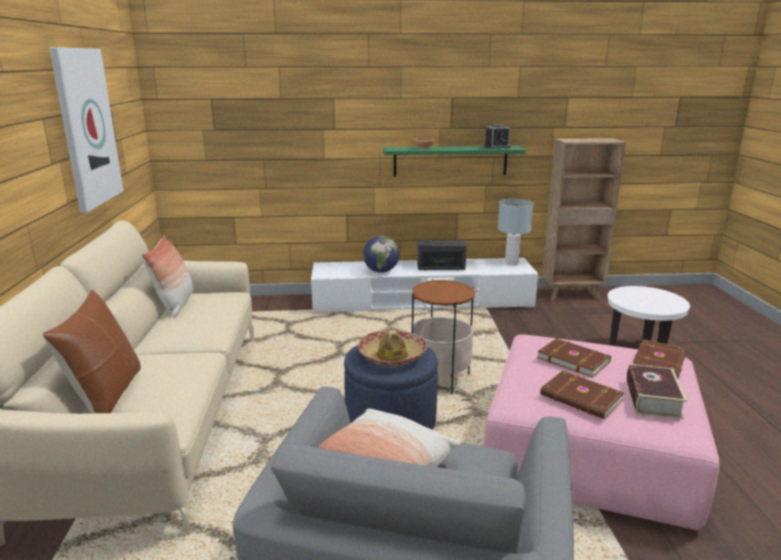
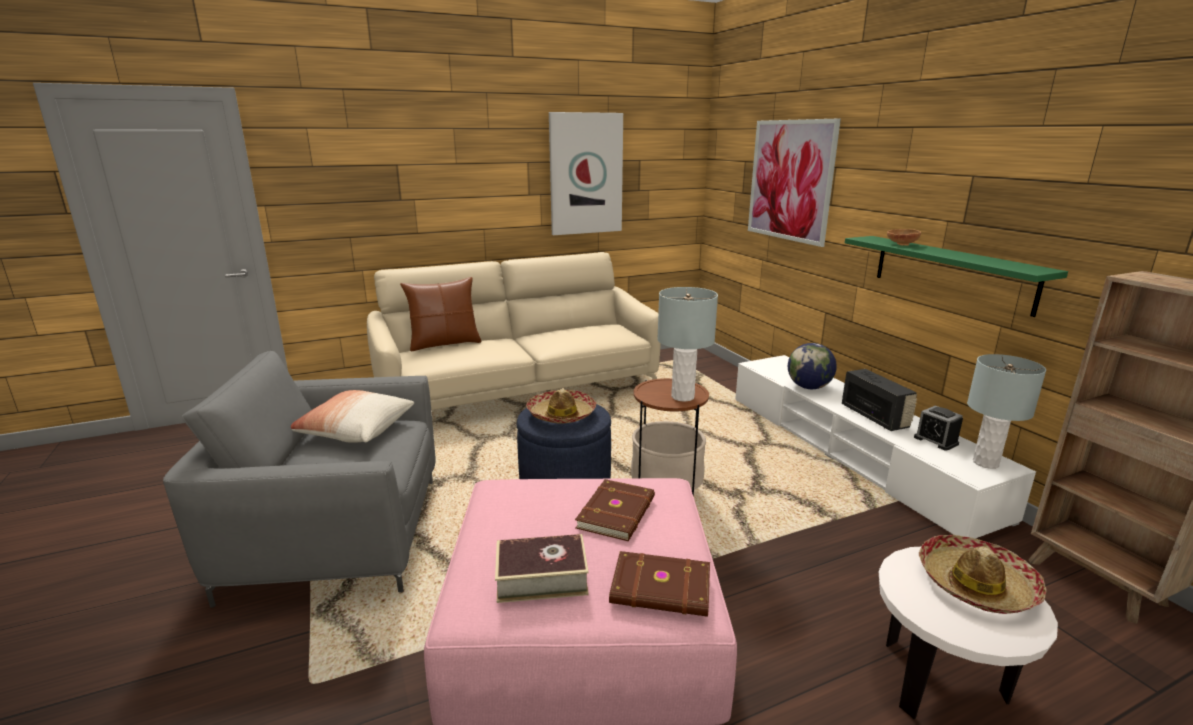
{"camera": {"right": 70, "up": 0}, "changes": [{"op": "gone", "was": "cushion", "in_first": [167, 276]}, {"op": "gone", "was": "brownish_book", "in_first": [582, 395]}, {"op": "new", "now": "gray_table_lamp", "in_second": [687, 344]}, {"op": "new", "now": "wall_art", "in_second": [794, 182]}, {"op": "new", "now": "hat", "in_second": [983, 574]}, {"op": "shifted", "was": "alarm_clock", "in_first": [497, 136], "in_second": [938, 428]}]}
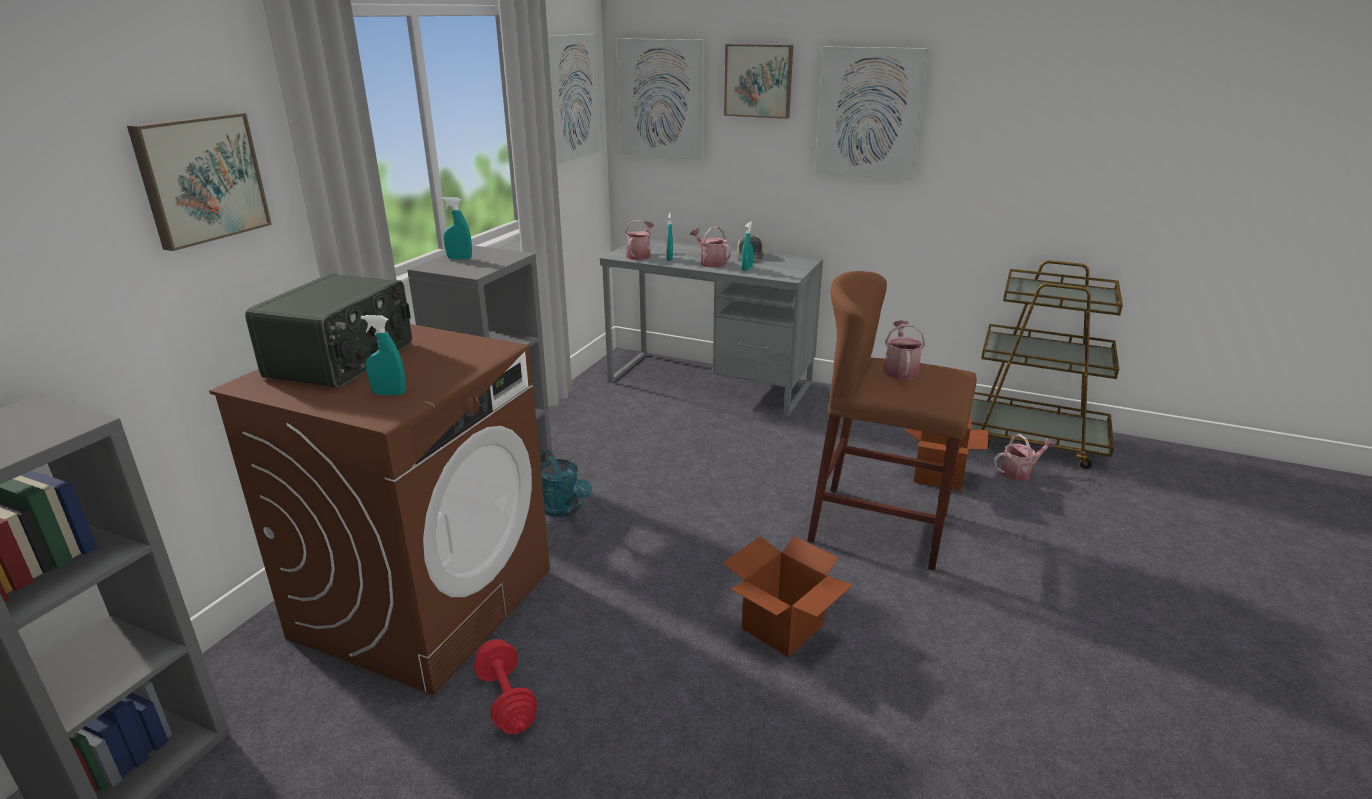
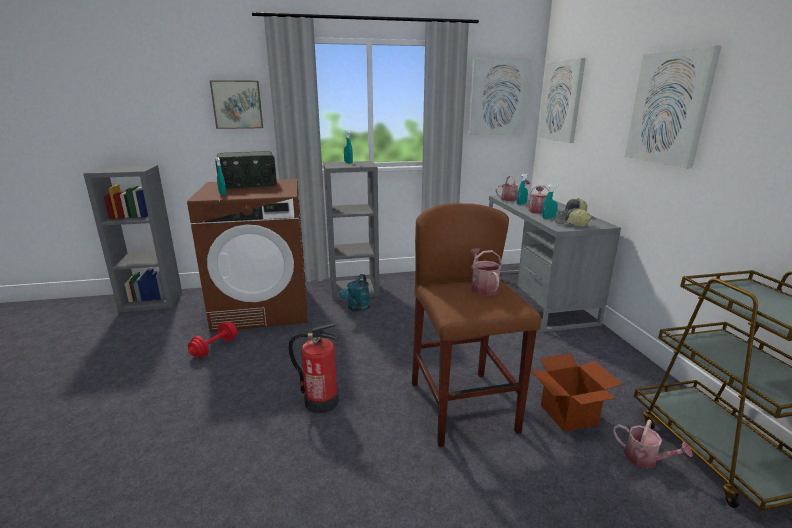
{"camera": {"right": 55, "up": -5}, "changes": [{"op": "gone", "was": "wall_art", "in_first": [758, 81]}, {"op": "new", "now": "baseball_cap", "in_second": [573, 217]}, {"op": "swapped", "was": "cardboard_box", "now": "fire_extinguisher", "in_first": [788, 596], "in_second": [314, 368]}, {"op": "rotated", "was": "watering_can", "in_first": [904, 350], "in_second": [486, 272], "clockwise": -75}]}
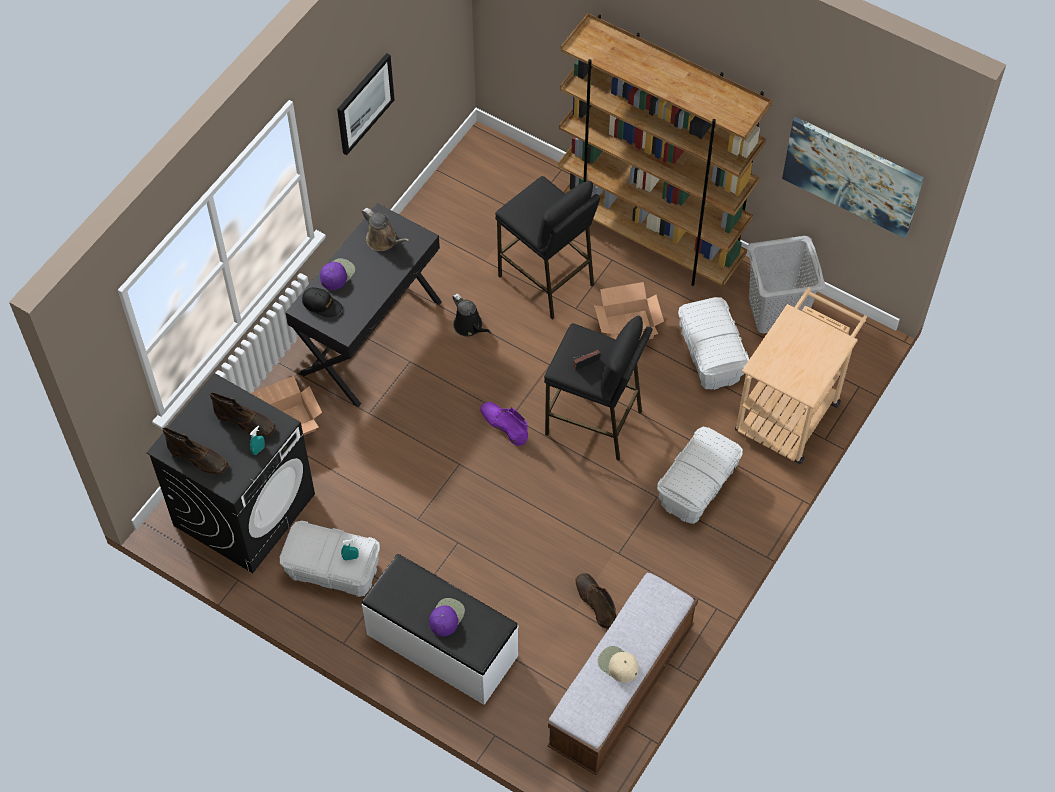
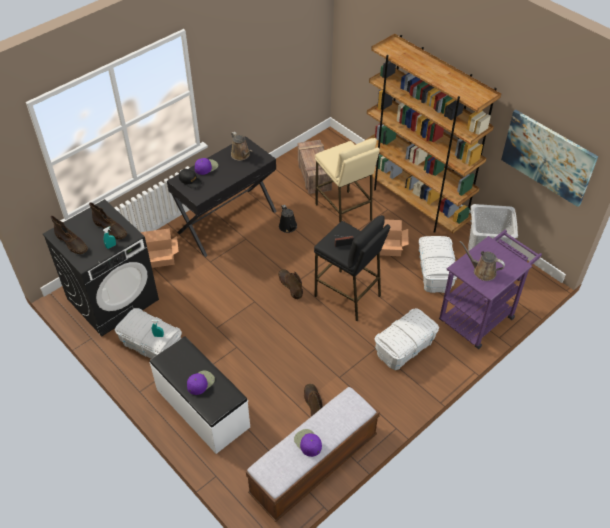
{"camera": {"right": 15, "up": -10}, "changes": [{"op": "gone", "was": "wall_art", "in_first": [366, 104]}, {"op": "new", "now": "packing_crate", "in_second": [315, 167]}, {"op": "new", "now": "brownish_watering_can", "in_second": [482, 261]}, {"op": "repainted", "was": "purplish_boot", "now": "brownish_boot", "in_first": [504, 424], "in_second": [290, 284]}, {"op": "repainted", "was": "blackish_stool_seat", "now": "sand-coloured_stool_seat", "in_first": [547, 248], "in_second": [347, 180]}, {"op": "repainted", "was": "sand-coloured_baseball_cap", "now": "purplish_baseball_cap", "in_first": [618, 664], "in_second": [308, 443]}, {"op": "repainted", "was": "sand-coloured_trolley", "now": "purplish_trolley", "in_first": [801, 375], "in_second": [490, 289]}]}
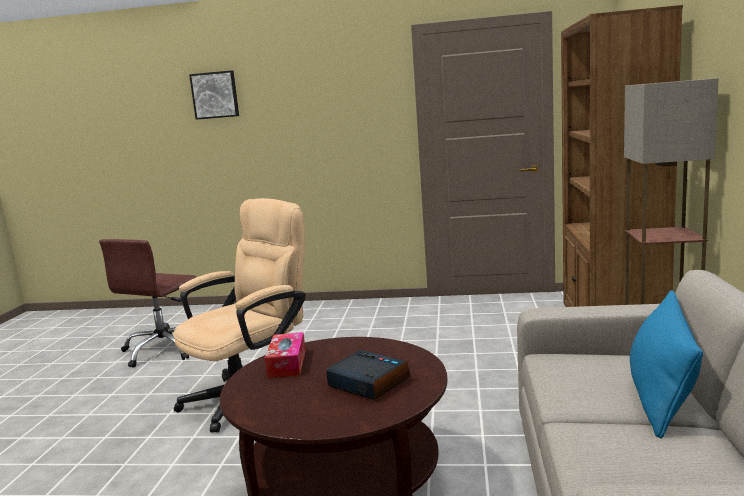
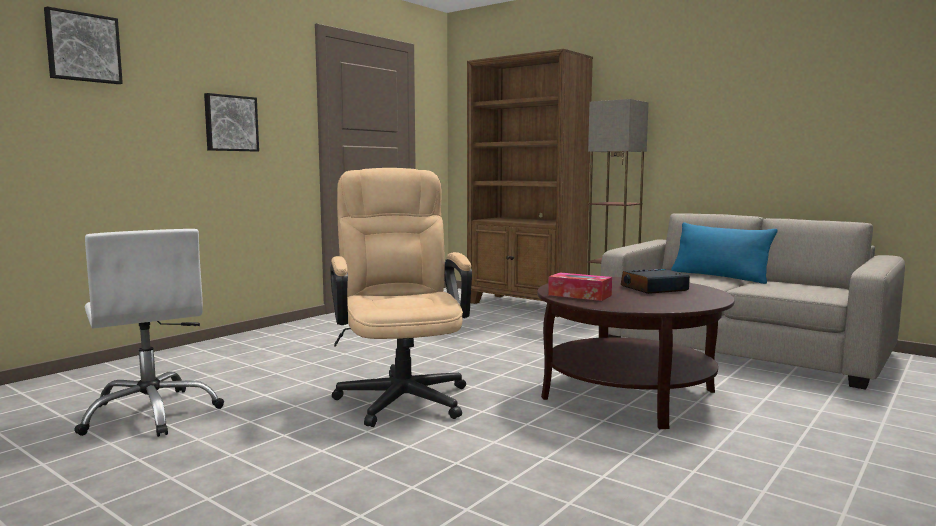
{"camera": {"right": -60, "up": -5}, "changes": [{"op": "new", "now": "wall_art", "in_second": [231, 122]}, {"op": "repainted", "was": "brownish_computer_chair", "now": "white-coloured_computer_chair", "in_first": [147, 303], "in_second": [149, 333]}]}
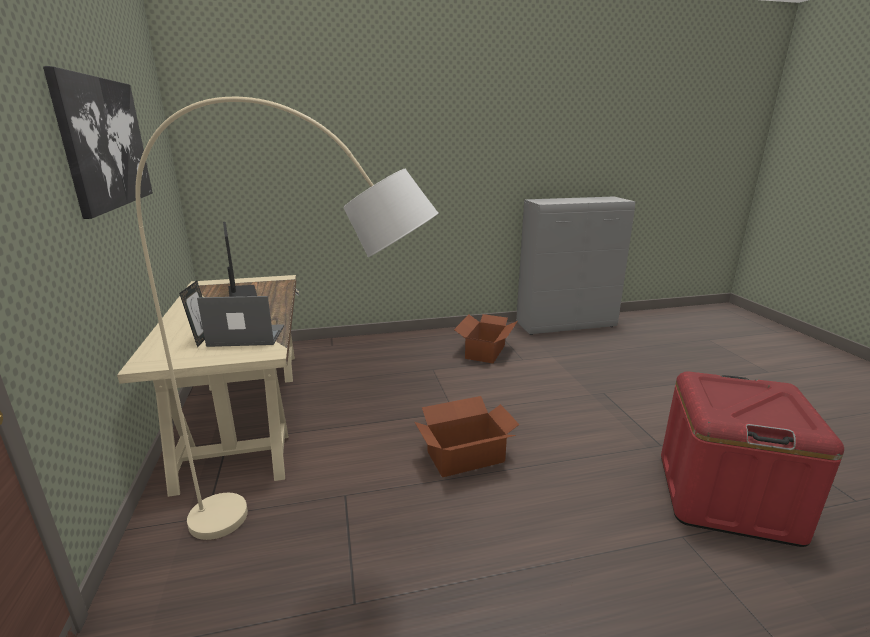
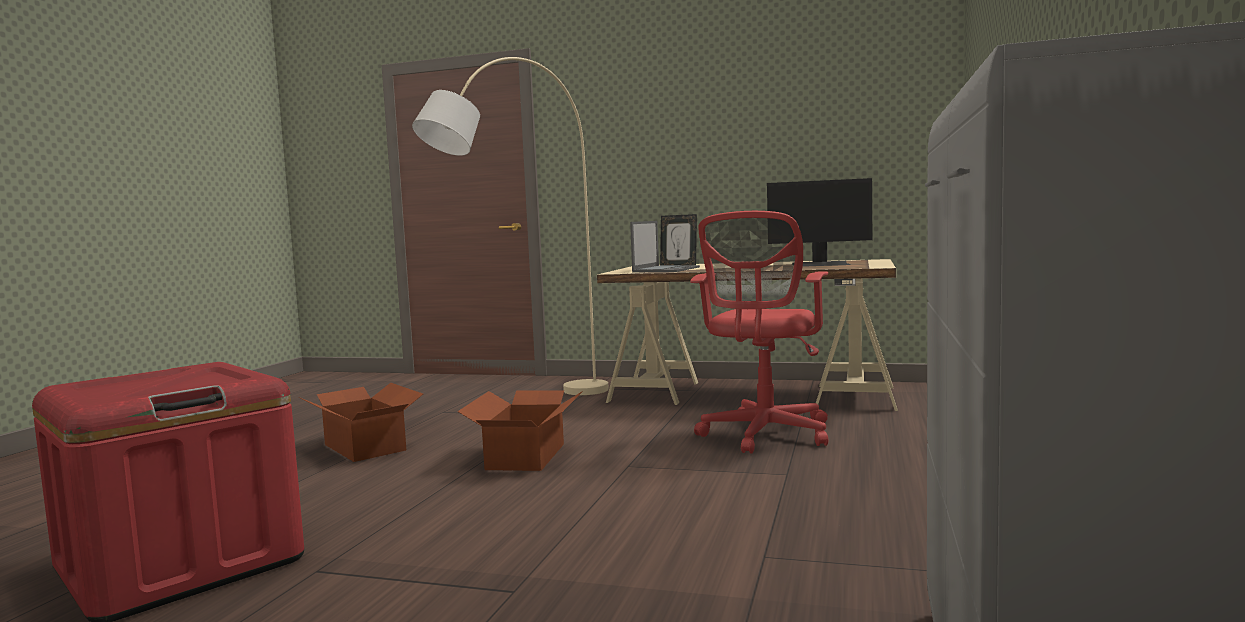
{"camera": {"right": 120, "up": -15}, "changes": [{"op": "gone", "was": "wall_art", "in_first": [98, 142]}, {"op": "new", "now": "red-coloured_computer_chair", "in_second": [759, 332]}, {"op": "shifted", "was": "cardboard_box", "in_first": [486, 339], "in_second": [361, 422]}]}
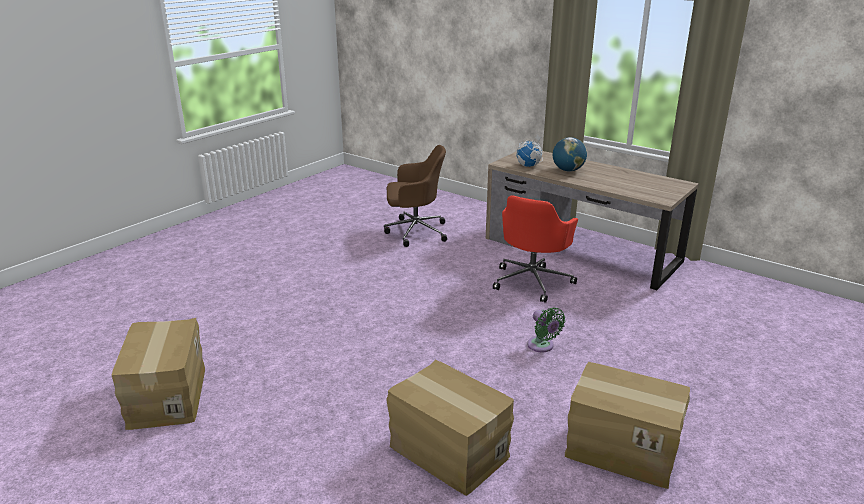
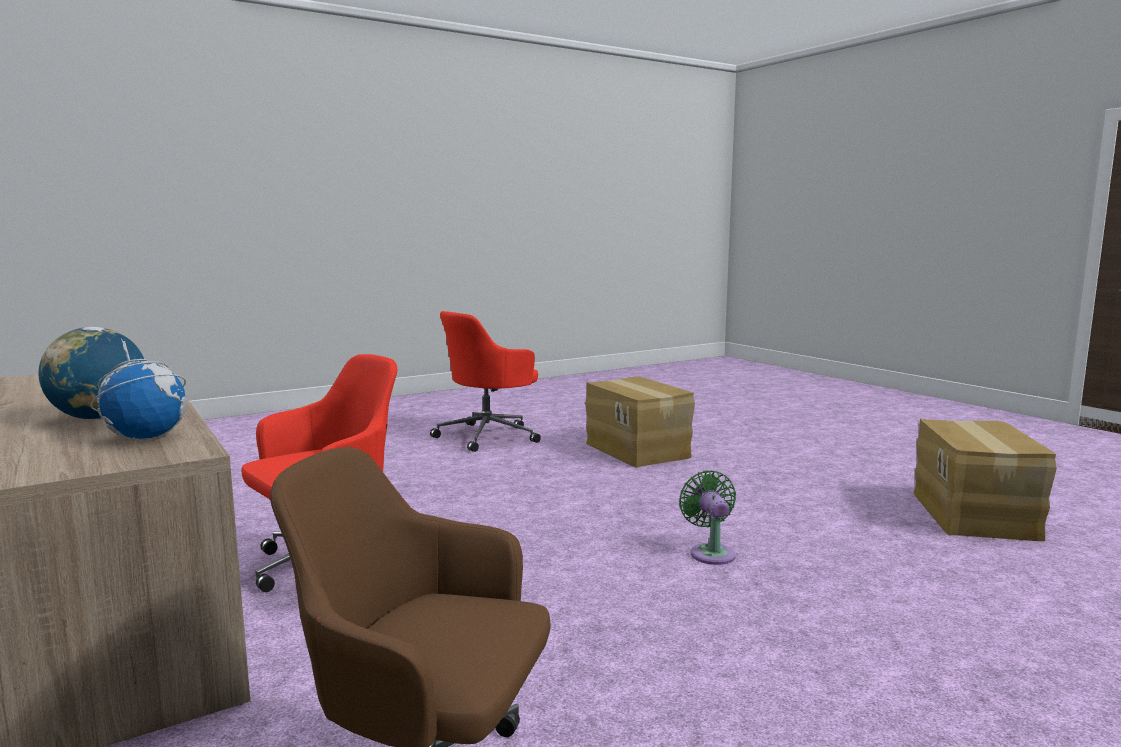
{"camera": {"right": -160, "up": -15}, "changes": [{"op": "shifted", "was": "green_fan", "in_first": [546, 329], "in_second": [707, 517]}, {"op": "swapped", "was": "cardboard_box", "now": "red-coloured_computer_chair", "in_first": [627, 425], "in_second": [485, 381]}]}
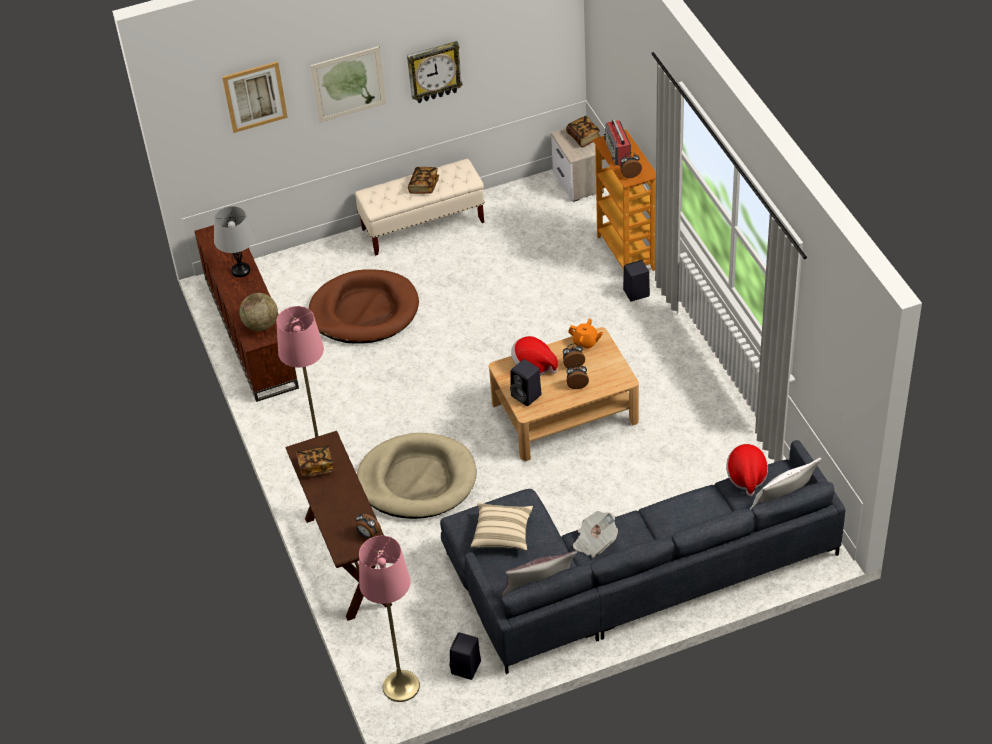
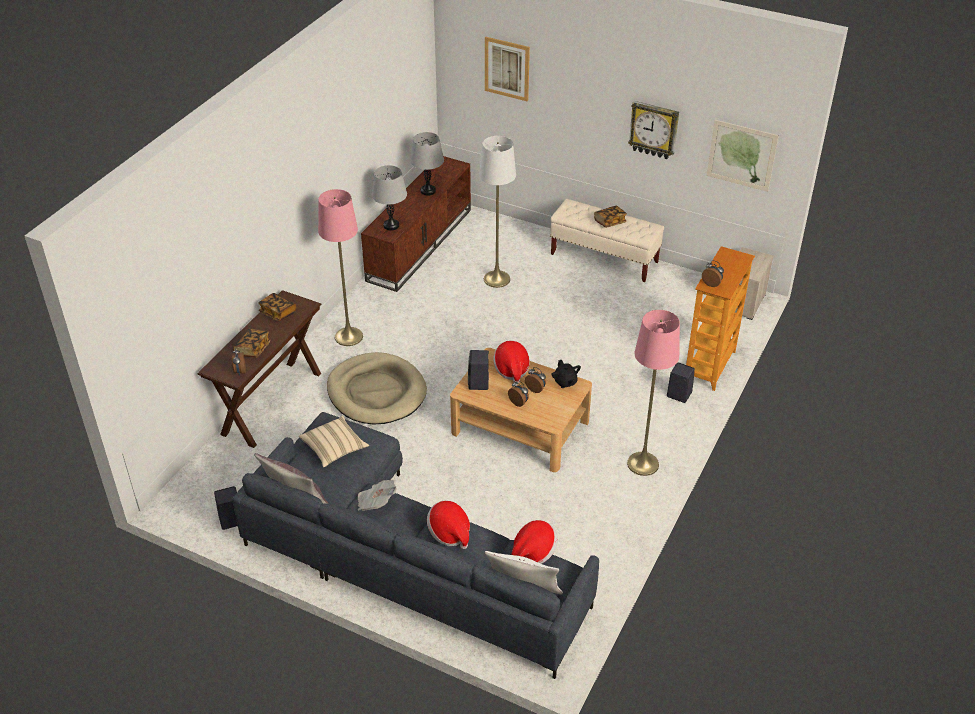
{"camera": {"right": 45, "up": -5}, "changes": [{"op": "gone", "was": "radio", "in_first": [617, 142]}, {"op": "new", "now": "hat", "in_second": [448, 525]}, {"op": "shifted", "was": "wall_art", "in_first": [348, 84], "in_second": [743, 156]}, {"op": "shifted", "was": "pink-coloured_standard_lamp", "in_first": [389, 619], "in_second": [653, 393]}, {"op": "shifted", "was": "book", "in_first": [583, 132], "in_second": [252, 343]}, {"op": "swapped", "was": "desk_globe", "now": "gray_table_lamp", "in_first": [258, 312], "in_second": [389, 198]}, {"op": "swapped", "was": "brownish_pet_bed", "now": "white-coloured_standard_lamp", "in_first": [364, 306], "in_second": [497, 212]}, {"op": "repainted", "was": "orange_teapot", "now": "blackish_teapot", "in_first": [585, 334], "in_second": [566, 374]}]}
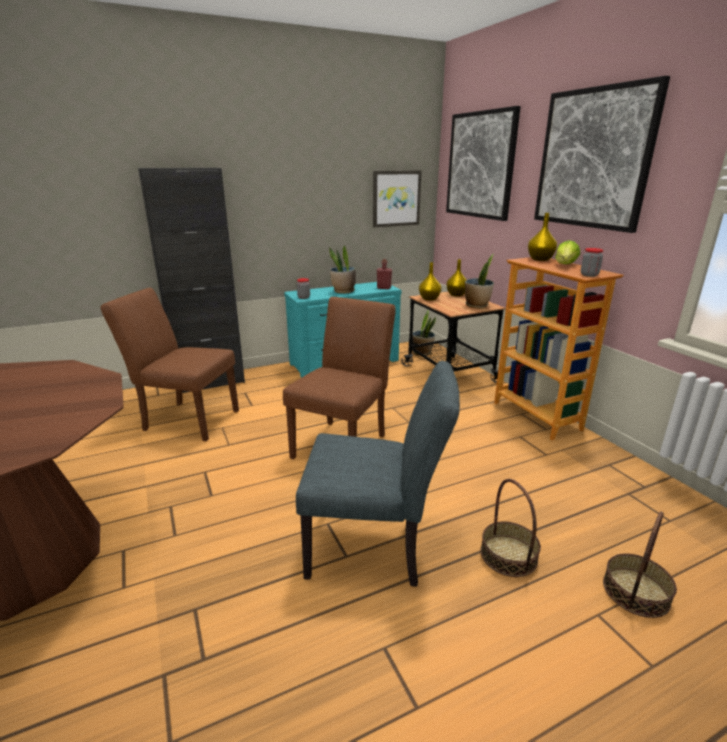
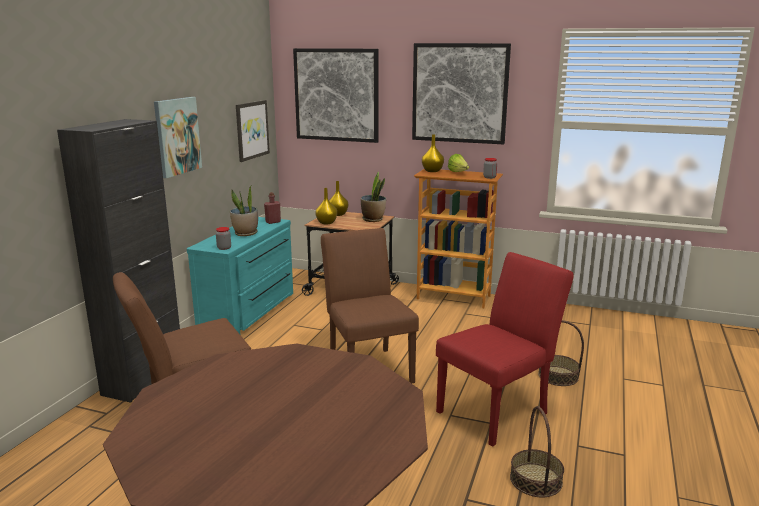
{"camera": {"right": -45, "up": -5}, "changes": [{"op": "gone", "was": "houseplant", "in_first": [424, 333]}, {"op": "new", "now": "wall_art", "in_second": [178, 137]}, {"op": "shifted", "was": "basket", "in_first": [640, 564], "in_second": [537, 451]}, {"op": "repainted", "was": "gray_plain_chair", "now": "red-coloured_plain_chair", "in_first": [378, 474], "in_second": [505, 349]}]}
